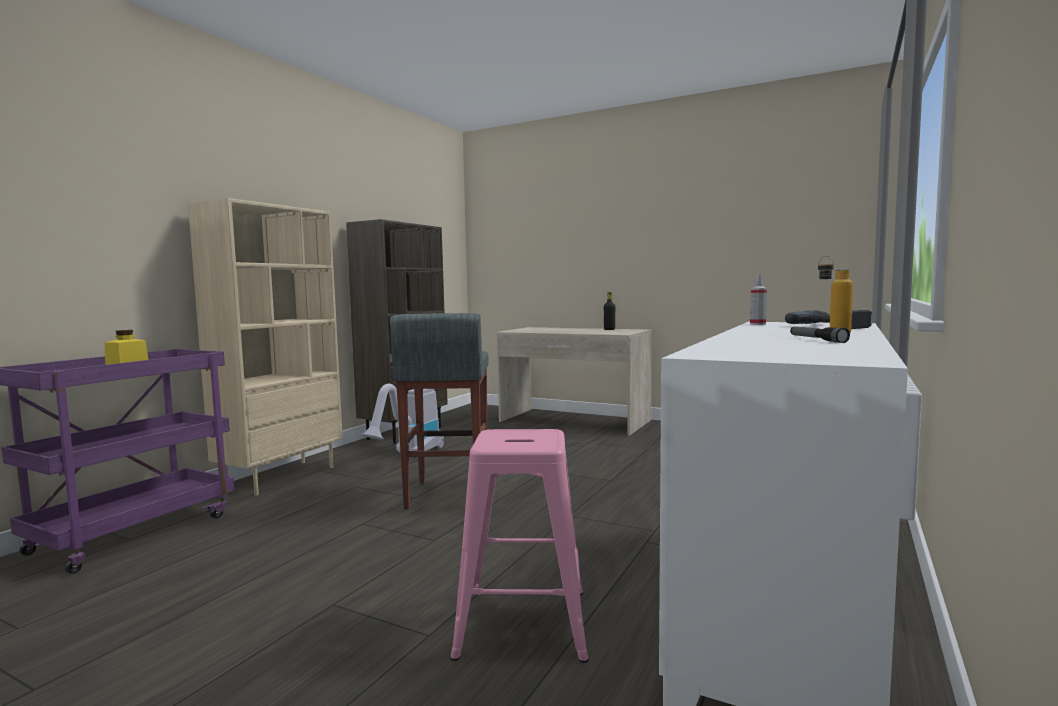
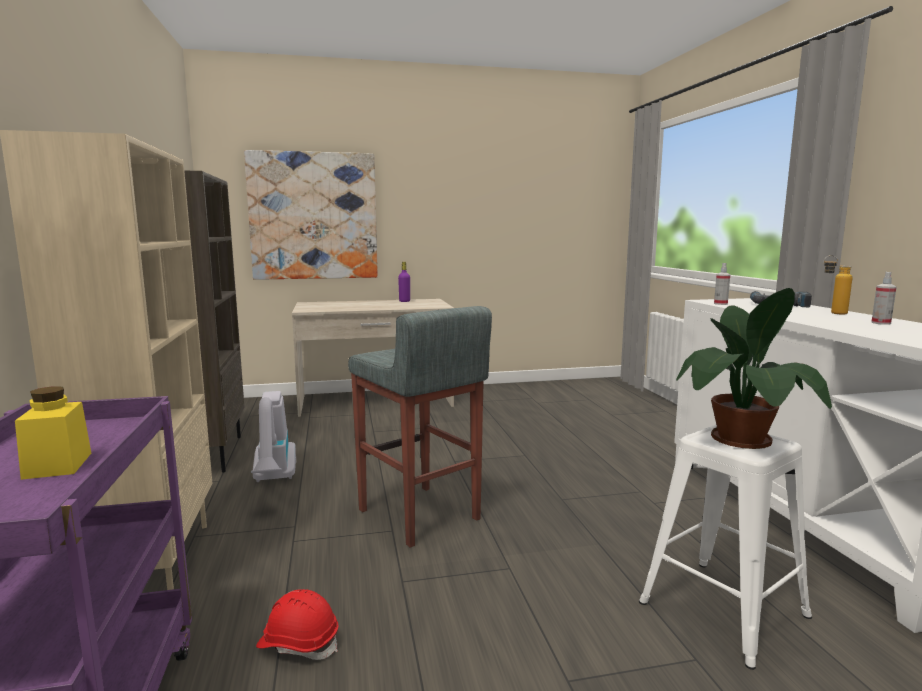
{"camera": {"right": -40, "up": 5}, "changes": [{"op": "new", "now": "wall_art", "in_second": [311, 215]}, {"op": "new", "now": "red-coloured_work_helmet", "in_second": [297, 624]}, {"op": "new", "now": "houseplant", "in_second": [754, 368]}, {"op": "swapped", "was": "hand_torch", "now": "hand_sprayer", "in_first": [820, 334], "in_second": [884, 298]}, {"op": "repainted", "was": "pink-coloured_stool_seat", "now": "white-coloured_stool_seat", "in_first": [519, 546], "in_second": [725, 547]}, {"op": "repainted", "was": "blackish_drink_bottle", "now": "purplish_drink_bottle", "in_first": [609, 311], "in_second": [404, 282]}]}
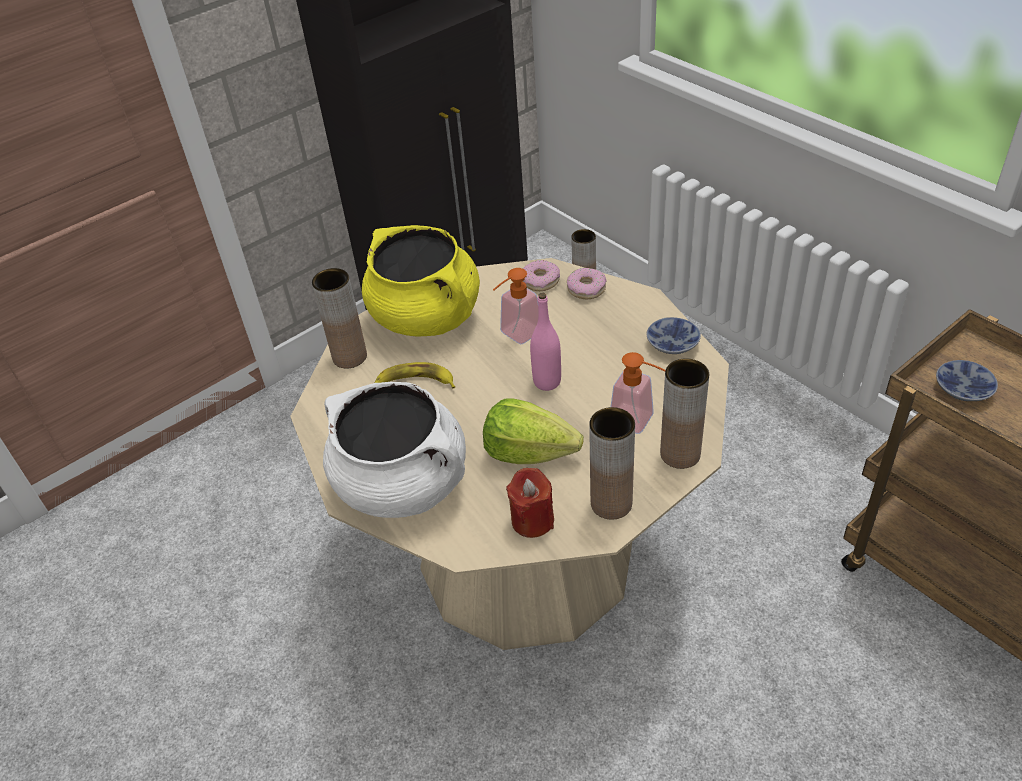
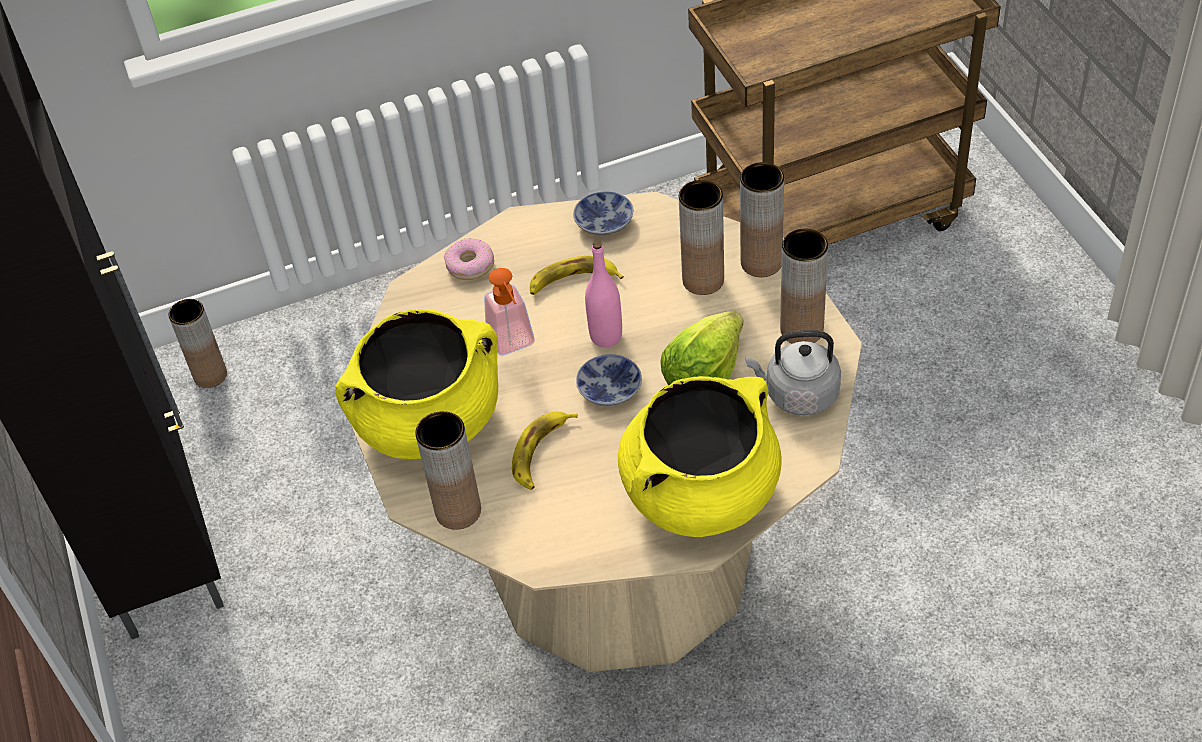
{"camera": {"right": -70, "up": 5}, "changes": [{"op": "gone", "was": "ring_doughnut", "in_first": [541, 275]}, {"op": "new", "now": "banana", "in_second": [577, 275]}, {"op": "shifted", "was": "serving_bowl", "in_first": [967, 380], "in_second": [609, 380]}, {"op": "swapped", "was": "red-coloured_candle", "now": "gray_kettle", "in_first": [530, 503], "in_second": [793, 373]}, {"op": "swapped", "was": "liquid_soap_bottle", "now": "brownish_vase", "in_first": [638, 393], "in_second": [701, 237]}, {"op": "repainted", "was": "white-coloured_stockpot", "now": "yellow-coloured_stockpot", "in_first": [394, 450], "in_second": [700, 456]}]}
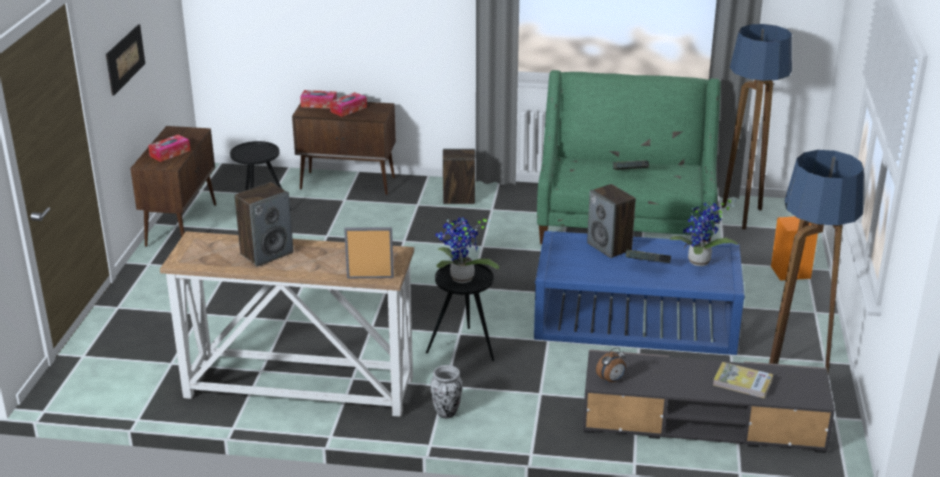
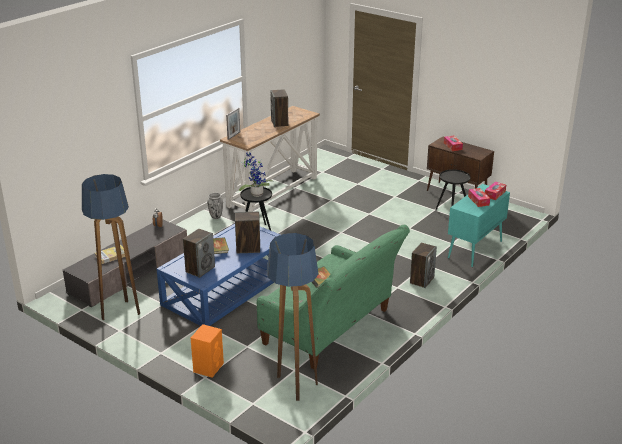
{"camera": {"right": 120, "up": 0}, "changes": [{"op": "gone", "was": "wall_art", "in_first": [125, 60]}, {"op": "swapped", "was": "houseplant", "now": "loudspeaker", "in_first": [704, 233], "in_second": [199, 253]}, {"op": "repainted", "was": "brownish_cupboard", "now": "turquoise-coloured_cupboard", "in_first": [344, 148], "in_second": [479, 225]}]}
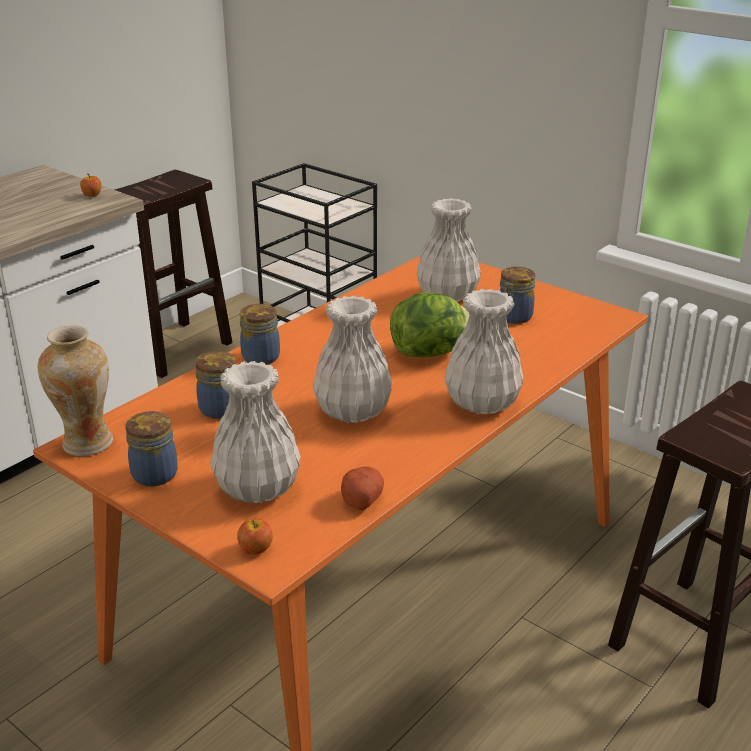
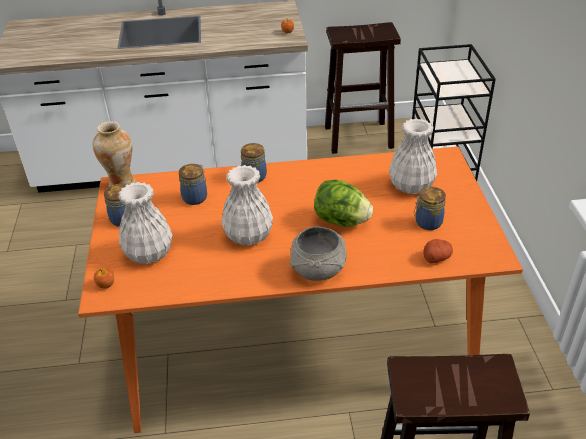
{"camera": {"right": 45, "up": 10}, "changes": [{"op": "shifted", "was": "spud", "in_first": [362, 488], "in_second": [438, 251]}, {"op": "swapped", "was": "white-coloured_vase", "now": "gray_serving_bowl", "in_first": [484, 352], "in_second": [318, 254]}]}
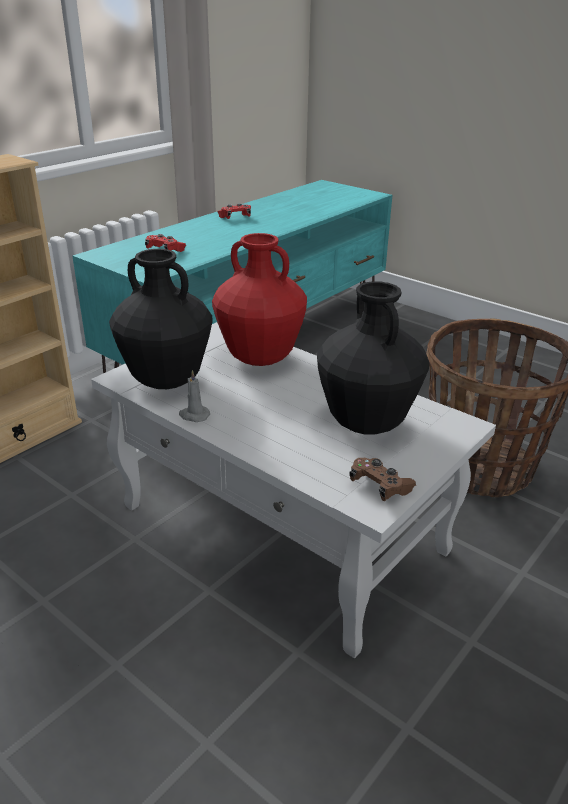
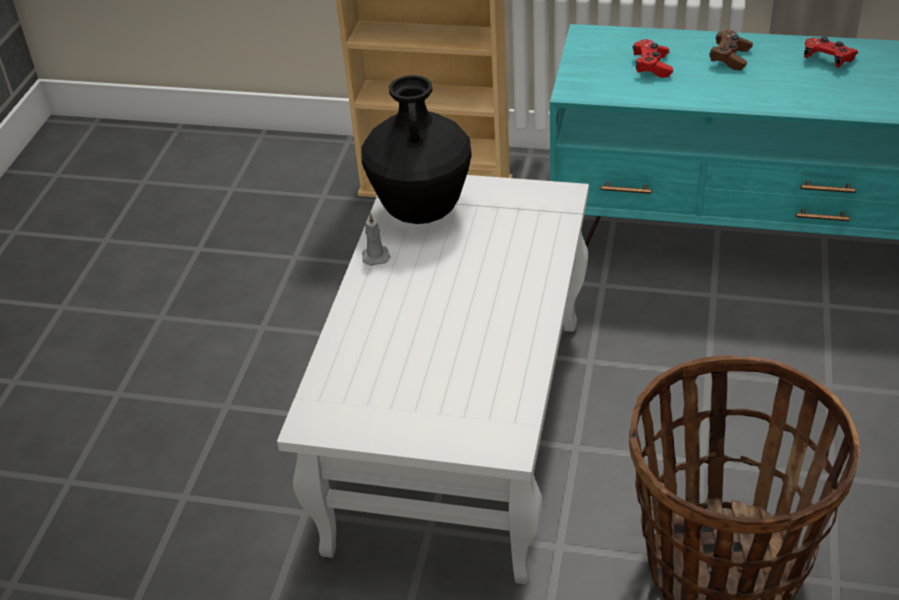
{"camera": {"right": 65, "up": 10}, "changes": [{"op": "gone", "was": "red-coloured_vase", "in_first": [259, 299]}, {"op": "gone", "was": "blackish_vase", "in_first": [373, 358]}, {"op": "shifted", "was": "brownish_joypad", "in_first": [382, 479], "in_second": [731, 50]}]}
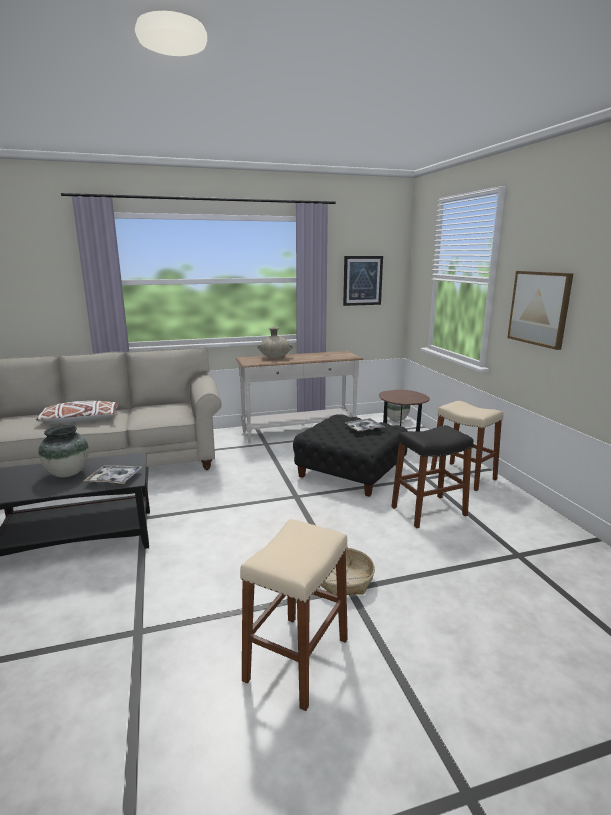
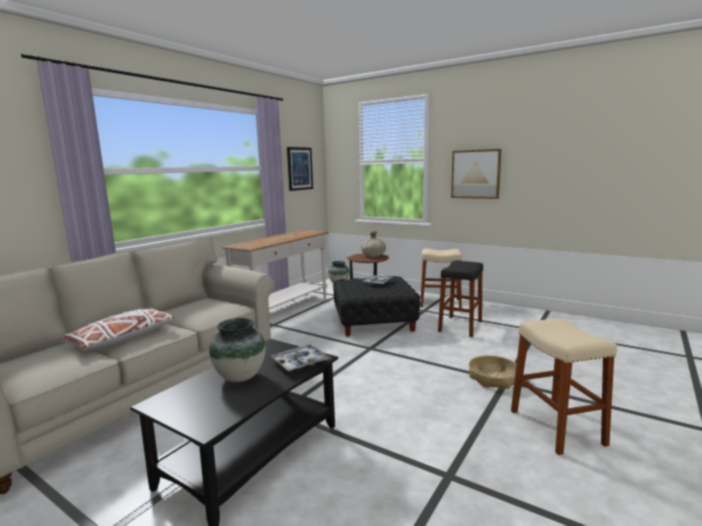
{"camera": {"right": -40, "up": -5}, "changes": [{"op": "shifted", "was": "sand-coloured_vase", "in_first": [275, 342], "in_second": [373, 244]}]}
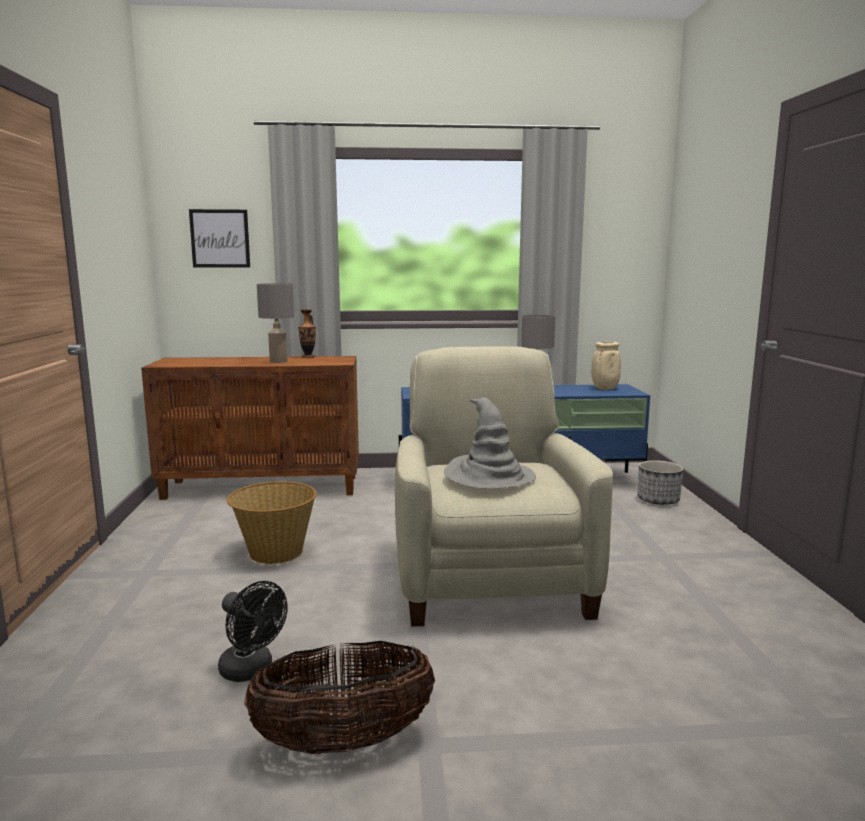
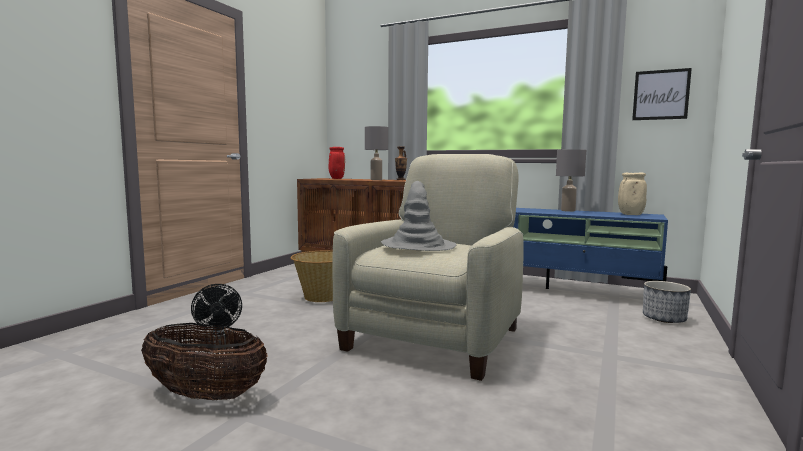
{"camera": {"right": 30, "up": -5}, "changes": [{"op": "new", "now": "red-coloured_vase", "in_second": [337, 163]}, {"op": "shifted", "was": "wall_art", "in_first": [219, 238], "in_second": [662, 94]}]}
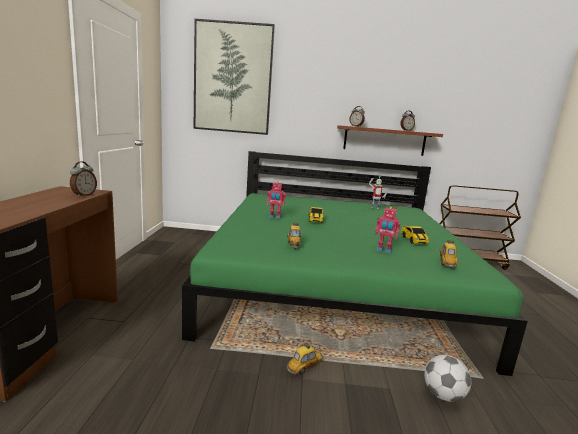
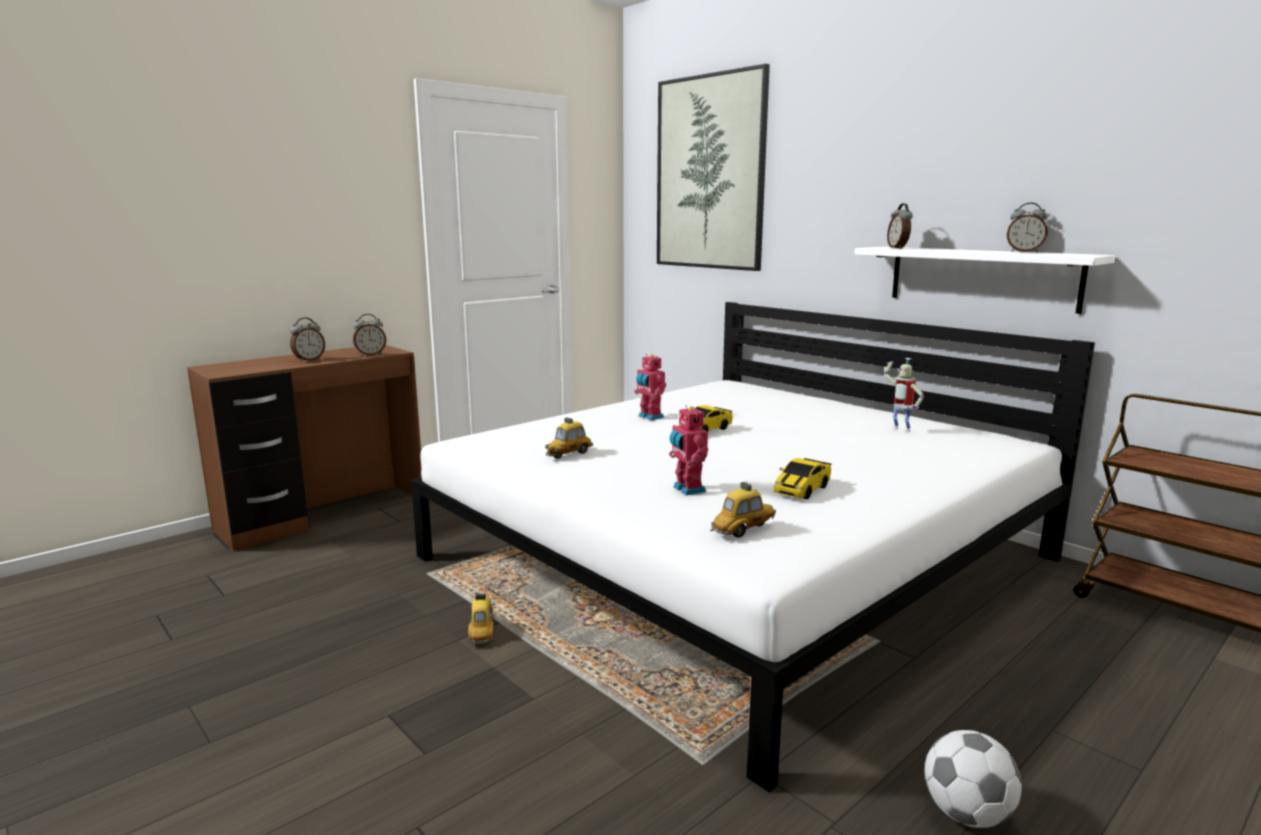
{"camera": {"right": 45, "up": 0}, "changes": [{"op": "new", "now": "alarm_clock", "in_second": [307, 340]}, {"op": "shifted", "was": "ball_for_football", "in_first": [447, 378], "in_second": [973, 779]}, {"op": "repainted", "was": "green_bed", "now": "white-coloured_bed", "in_first": [355, 263], "in_second": [753, 547]}, {"op": "repainted", "was": "brownish_bracket_shelf", "now": "white-coloured_bracket_shelf", "in_first": [390, 140], "in_second": [984, 280]}, {"op": "rotated", "was": "toy_car", "in_first": [304, 358], "in_second": [481, 619], "clockwise": -105}]}
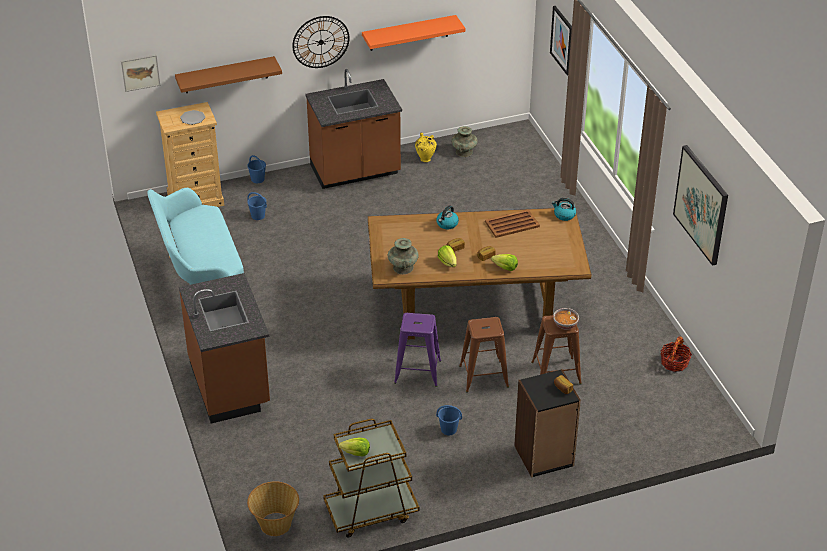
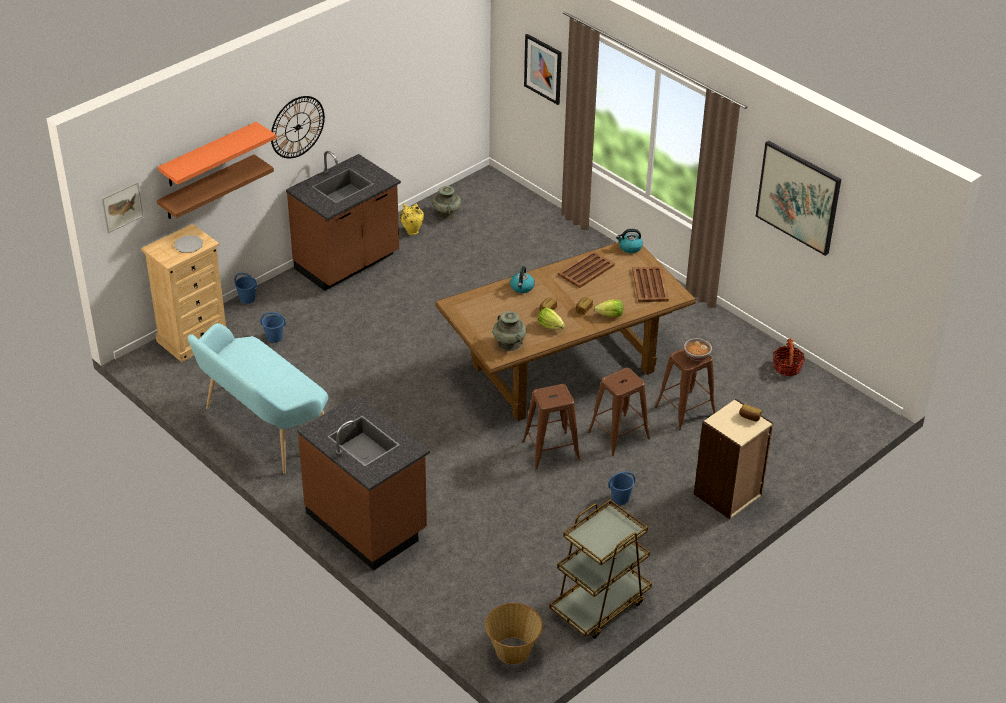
{"camera": {"right": -25, "up": 0}, "changes": [{"op": "gone", "was": "lettuce", "in_first": [354, 447]}, {"op": "new", "now": "brownish_tray", "in_second": [650, 284]}, {"op": "shifted", "was": "orange_bracket_shelf", "in_first": [413, 33], "in_second": [217, 154]}, {"op": "repainted", "was": "purplish_stool_seat", "now": "brownish_stool_seat", "in_first": [417, 350], "in_second": [551, 426]}, {"op": "repainted", "was": "blackish_bookshelf", "now": "sand-coloured_bookshelf", "in_first": [547, 423], "in_second": [733, 459]}]}
